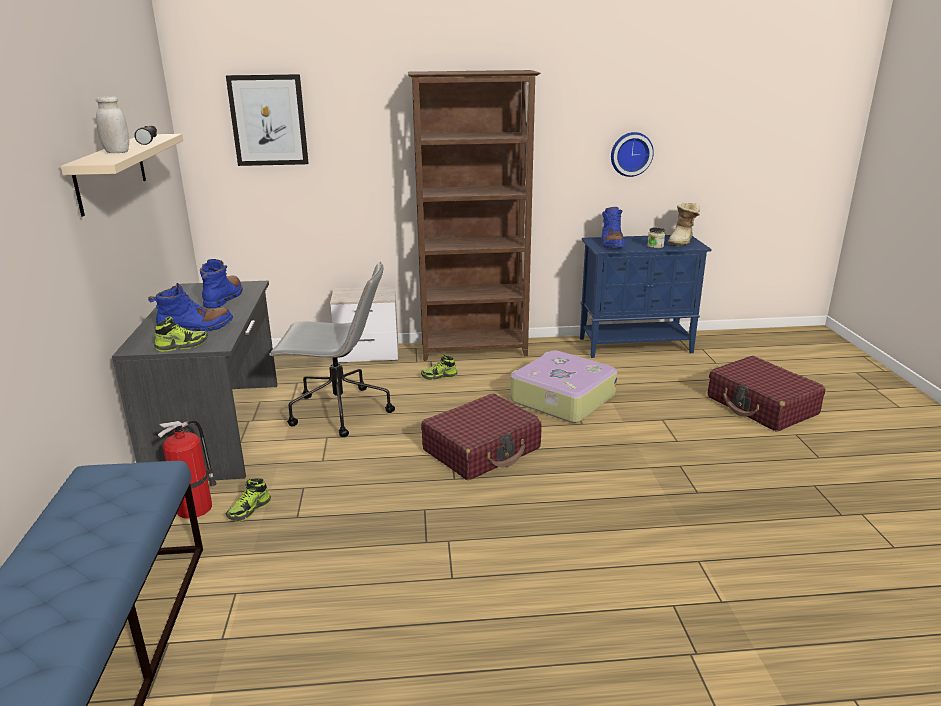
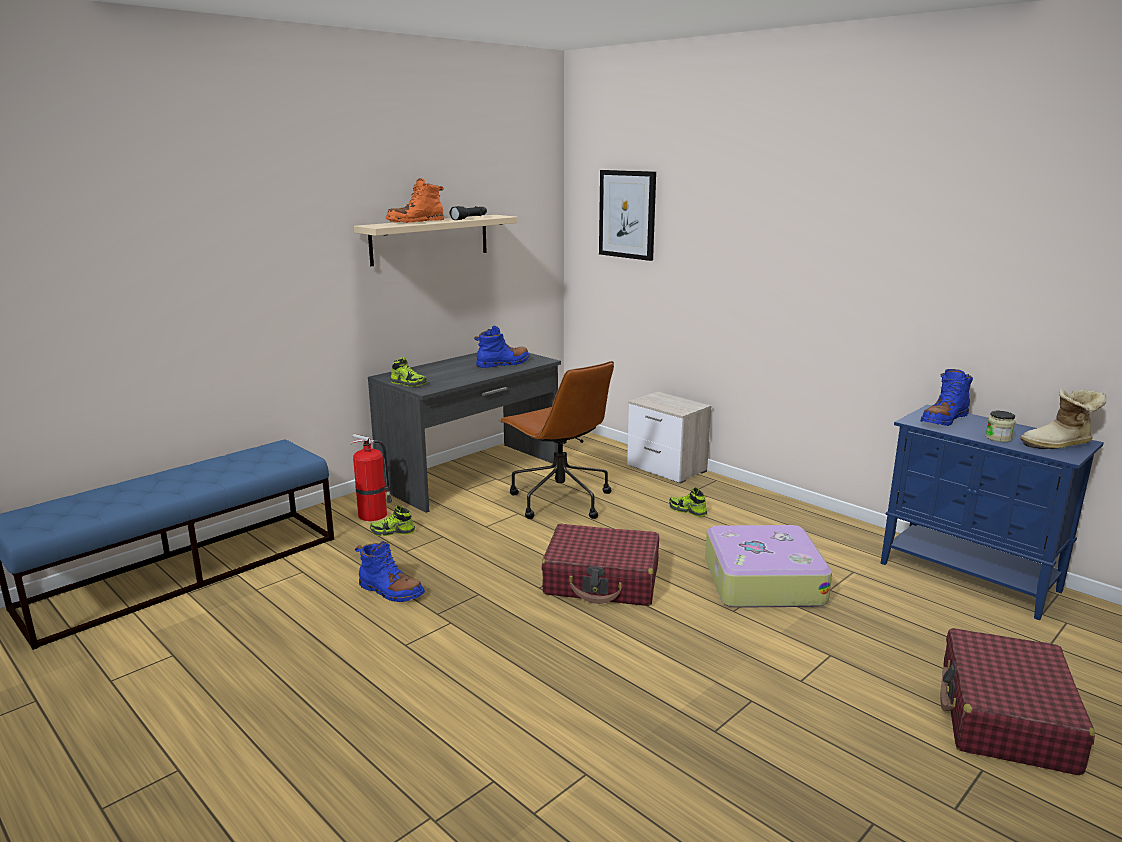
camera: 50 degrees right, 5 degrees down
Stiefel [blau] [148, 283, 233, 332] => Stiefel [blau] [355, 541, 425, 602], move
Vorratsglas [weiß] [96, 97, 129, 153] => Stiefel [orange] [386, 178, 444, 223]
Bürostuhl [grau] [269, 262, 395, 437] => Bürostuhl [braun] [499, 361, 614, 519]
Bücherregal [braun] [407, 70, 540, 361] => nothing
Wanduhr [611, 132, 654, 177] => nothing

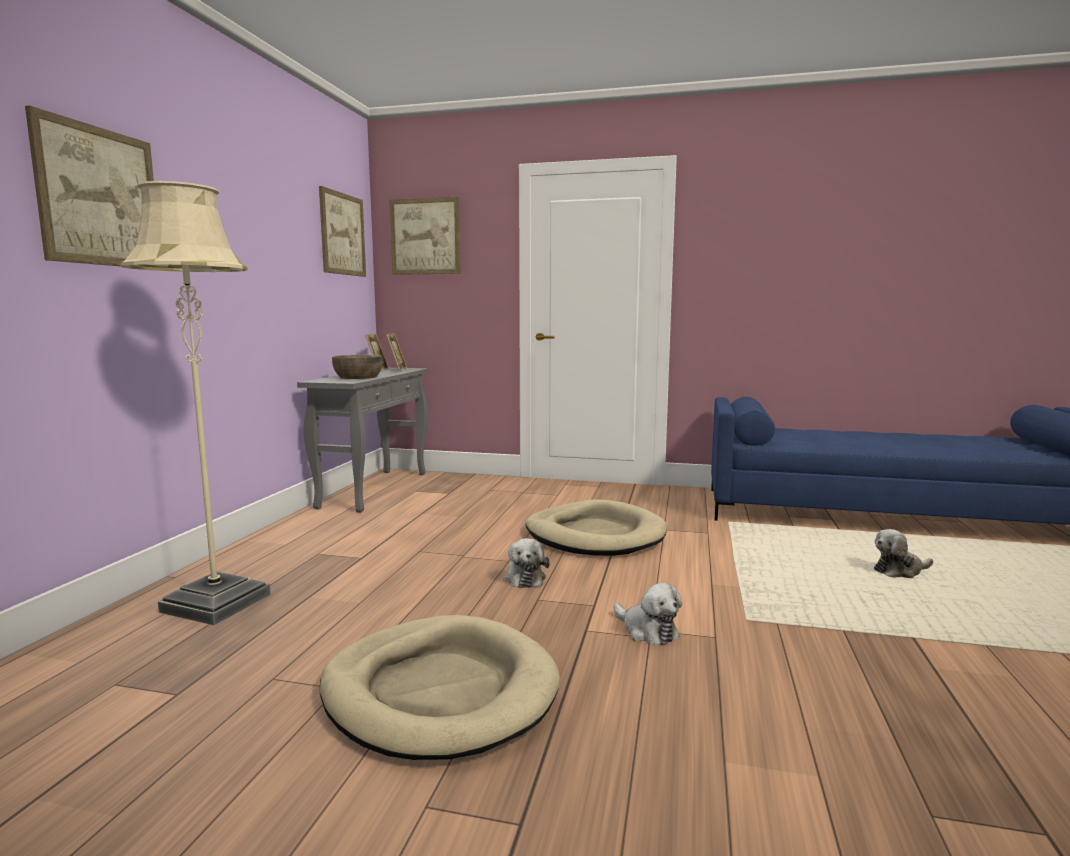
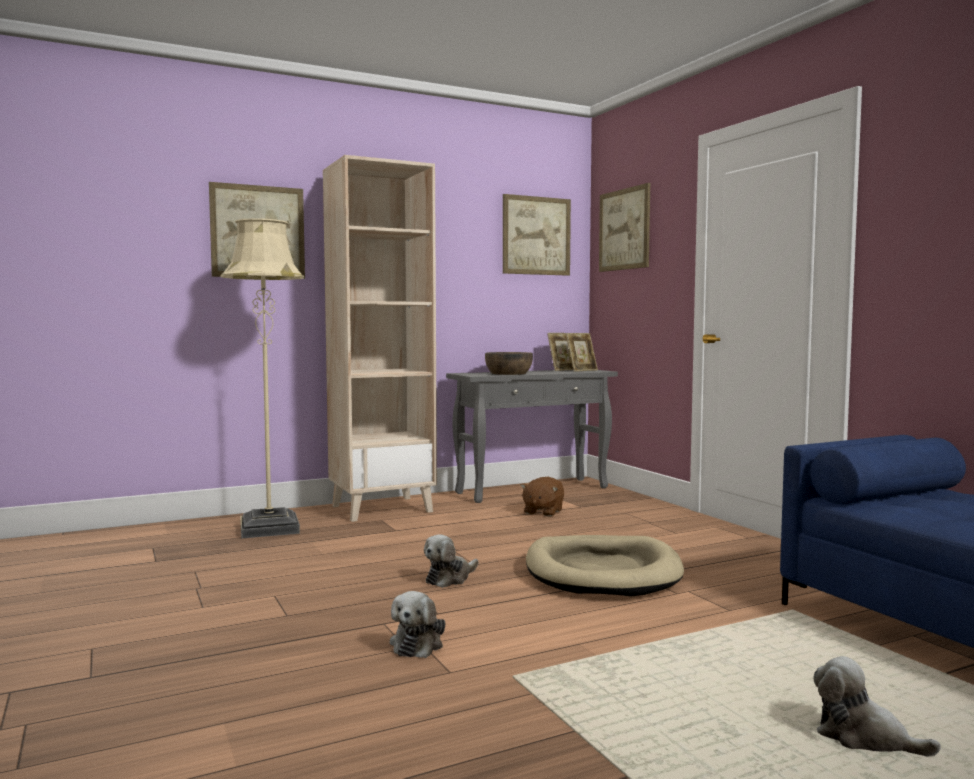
camera: 50 degrees right, 5 degrees down
nothing => Bücherregal [beige] [323, 155, 437, 522]
nothing => Plüschtier [braun] [520, 477, 564, 517]
Hundebett [beige] [320, 615, 560, 760] => nothing

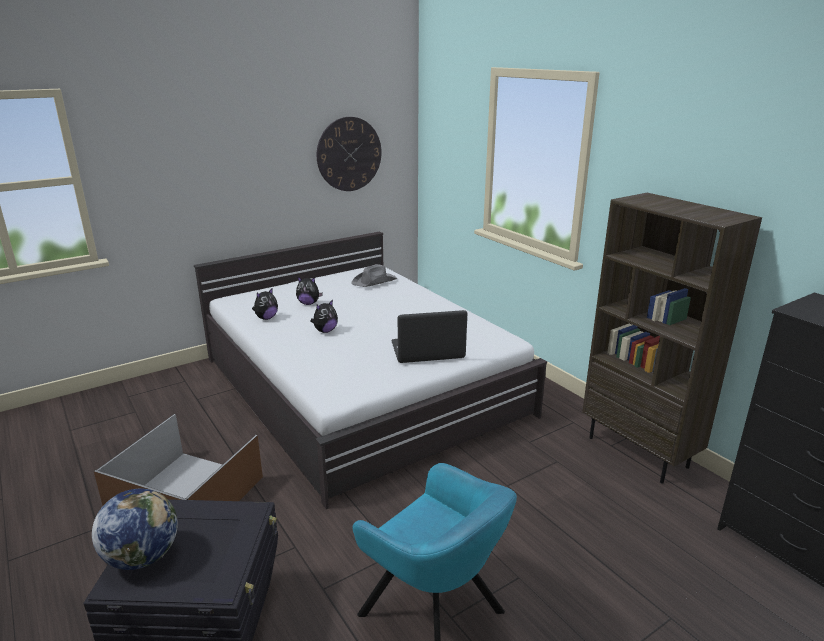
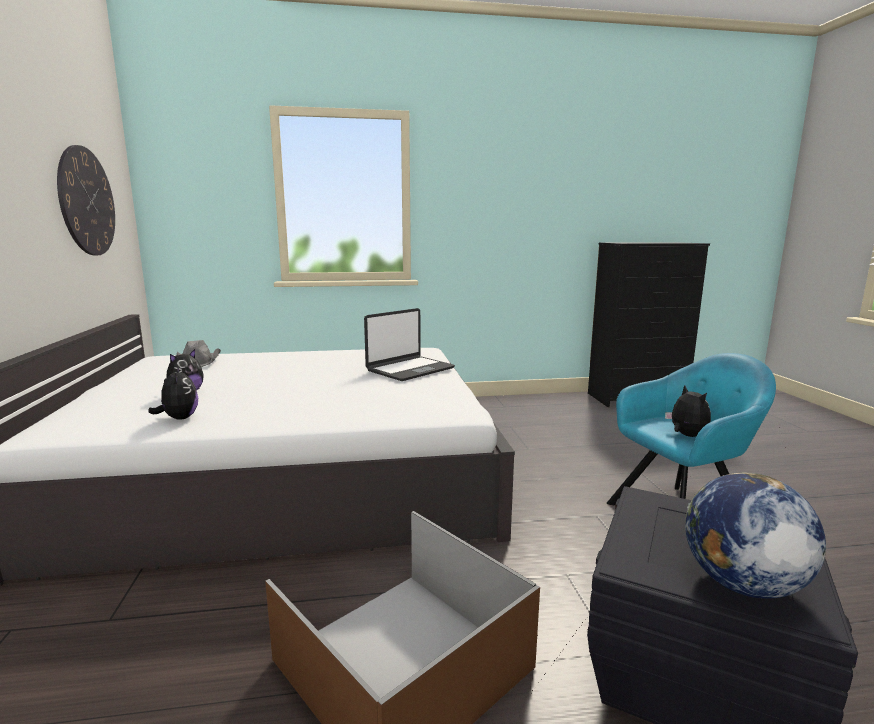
camera: 65 degrees left, 10 degrees down
Laptop [391, 310, 467, 363] => Laptop [364, 308, 455, 381], 150 degrees counterclockwise
Plüschtier [311, 300, 338, 333] => Plüschtier [665, 385, 711, 437], move
Bücherregal [braun] [582, 193, 762, 484] => nothing

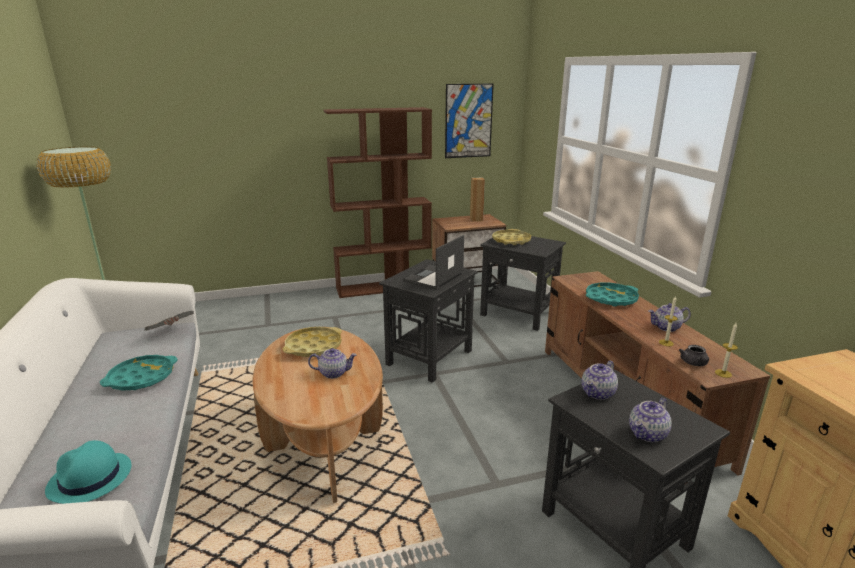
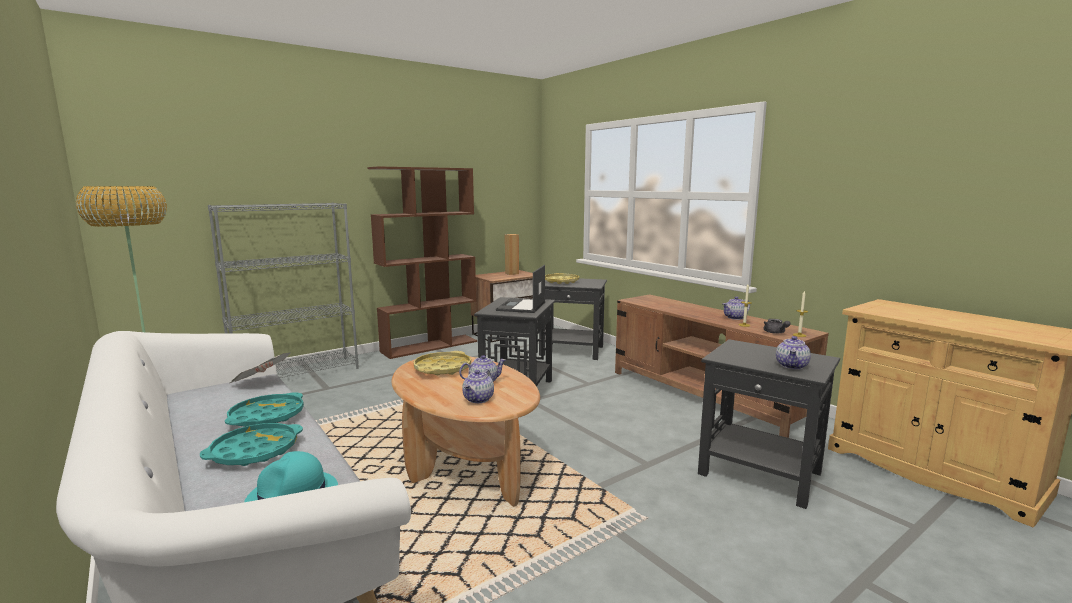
camera: 20 degrees left, 10 degrees down
Tablett [türkis] [586, 282, 639, 307] => Tablett [türkis] [200, 423, 303, 466], move
nothing => Bücherregal [grau] [208, 202, 359, 378]
Teekanne [582, 361, 618, 400] => Teekanne [462, 369, 494, 403], move
Bild [445, 84, 494, 158] => nothing

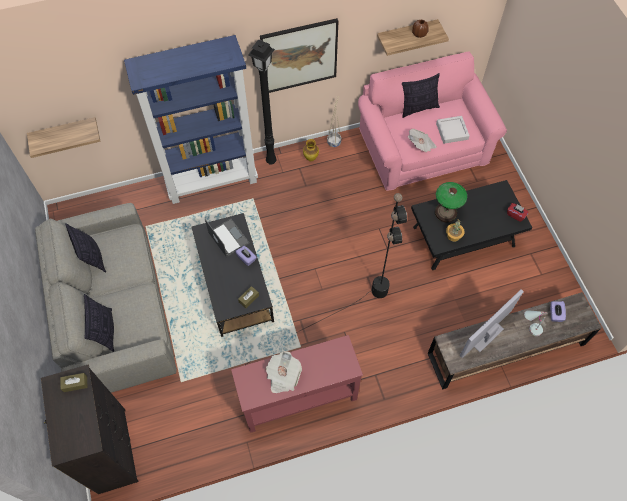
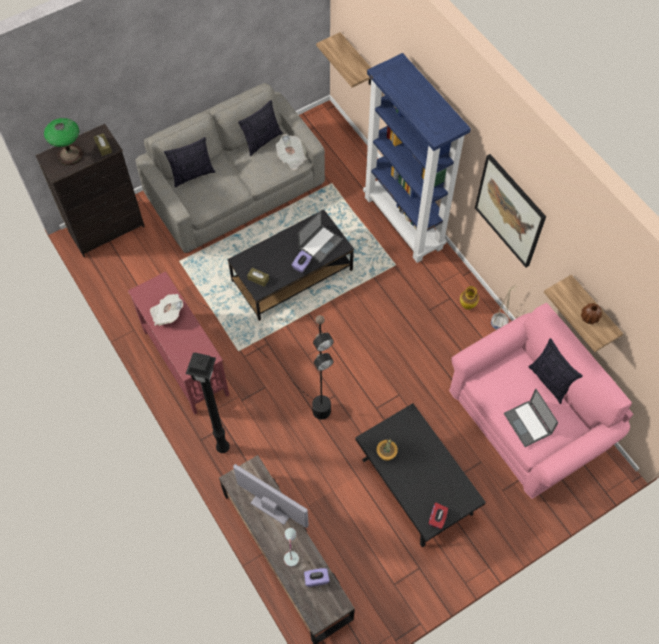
camera: 75 degrees right, 0 degrees up
Tischlampe [435, 182, 467, 223] => Tischlampe [44, 118, 83, 165], move
Stehlampe [schwarz] [248, 39, 277, 165] => Stehlampe [schwarz] [186, 352, 230, 453], move
Zeitung [408, 129, 437, 152] => Zeitung [276, 134, 307, 170], move
Tablett [grau] [436, 116, 470, 144] => Laptop [504, 389, 558, 447]

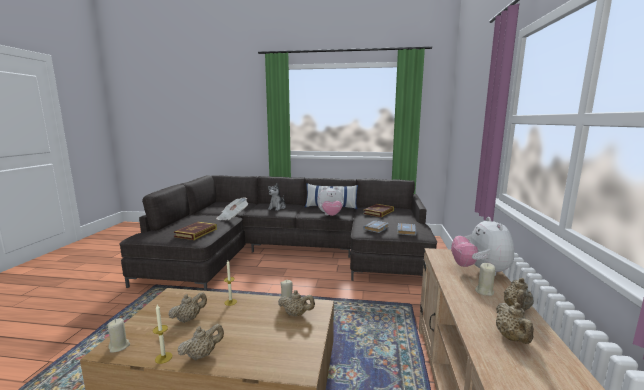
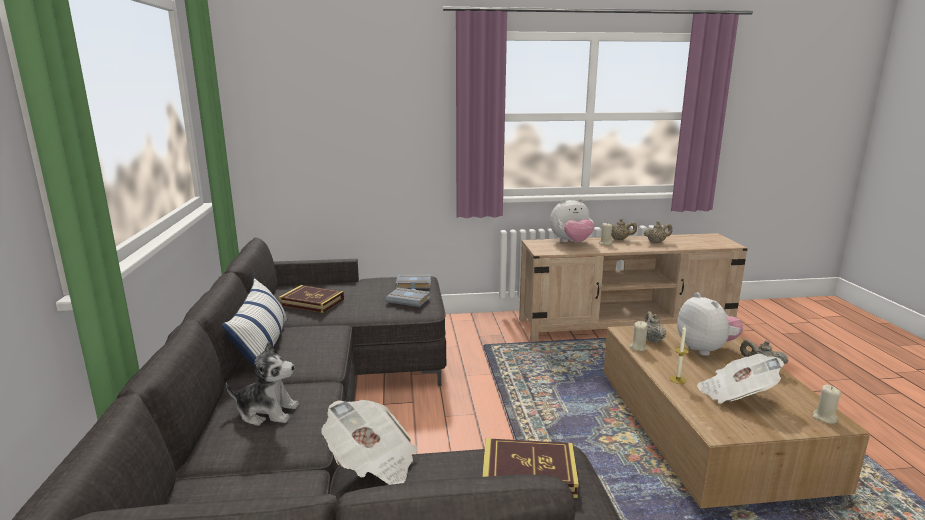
camera: 105 degrees left, 5 degrees up
Plüschtier [317, 187, 344, 216] => Plüschtier [677, 292, 743, 356], move
Teekanne [beige] [168, 292, 207, 323] => Zeitung [697, 354, 785, 404]
Kerze [153, 305, 173, 364] => nothing

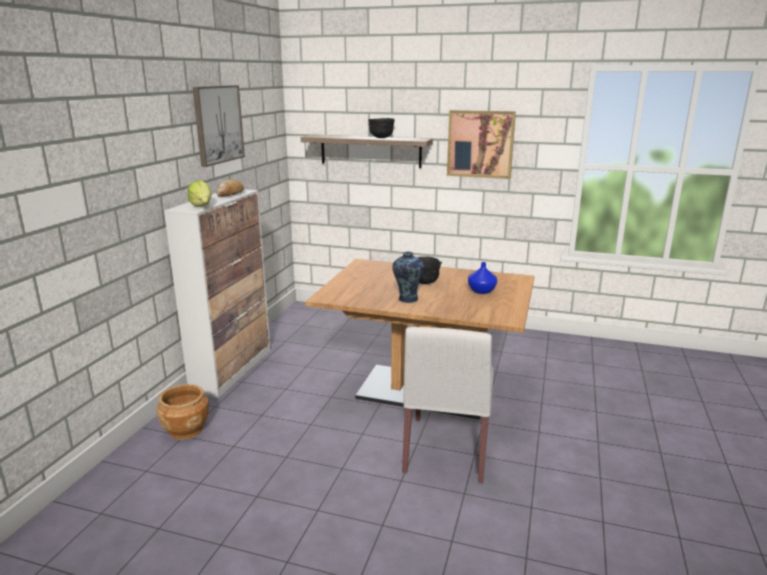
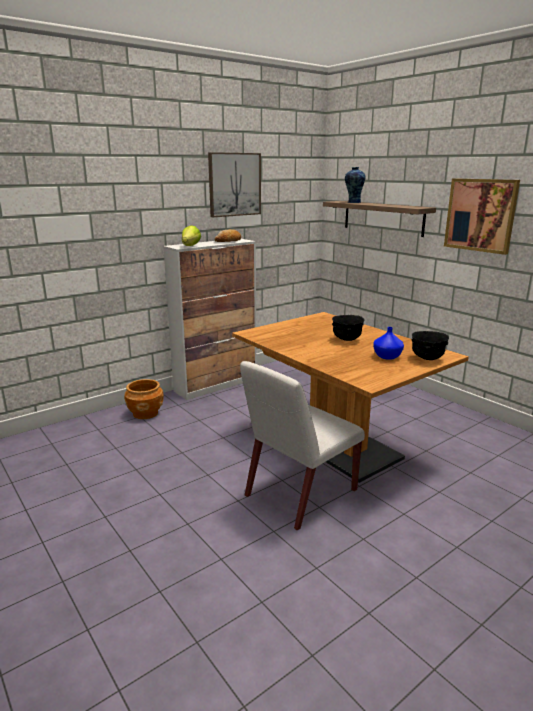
camera: 35 degrees right, 0 degrees up
Vase [392, 251, 424, 303] => Vase [345, 167, 365, 203], move
Schüssel [schwarz] [368, 118, 395, 138] => Schüssel [schwarz] [411, 331, 449, 360], move

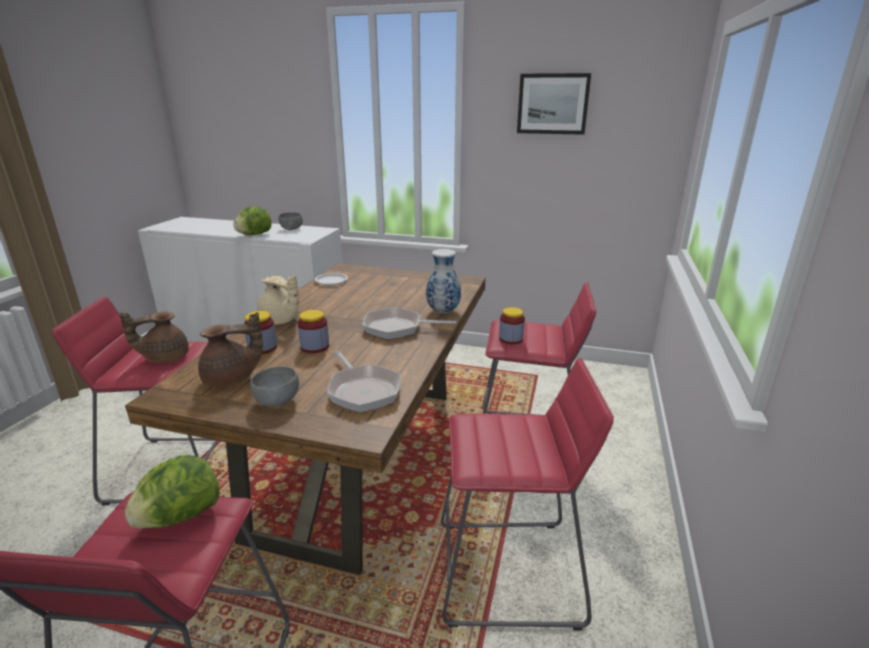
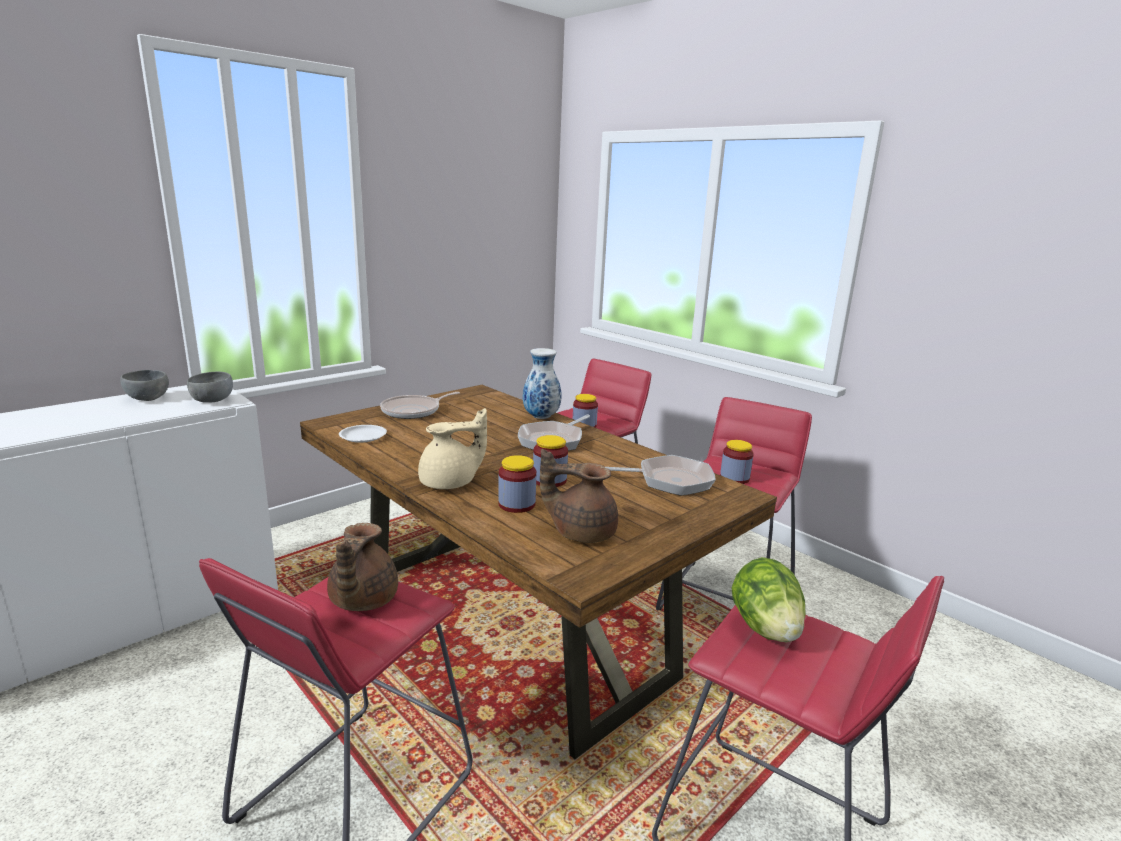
camera: 60 degrees left, 5 degrees down
Schüssel [grau] [250, 366, 299, 407] => Schüssel [grau] [187, 372, 233, 403], move
nothing => Pfanne [380, 392, 460, 419]
Teekanne [braun] [198, 312, 263, 387] => Teekanne [braun] [540, 449, 618, 543], 90 degrees counterclockwise
nothing => Vorratsglas [720, 440, 754, 484]
Salatkopf [233, 206, 272, 235] => nothing
Bild [517, 73, 591, 135] => nothing

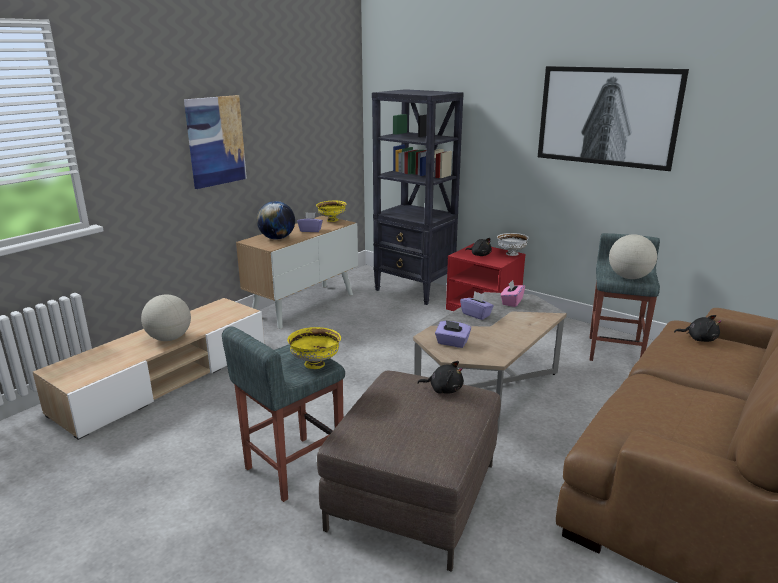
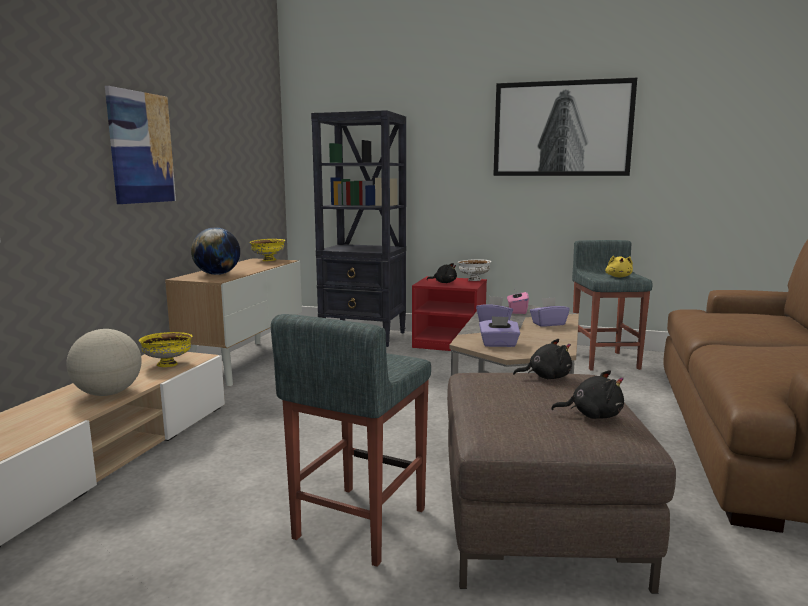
camera: 20 degrees left, 10 degrees down
Schüssel [gelb] [287, 327, 341, 369] => Schüssel [gelb] [139, 332, 193, 367], move
Taschentuchbox [lila] [297, 212, 323, 232] => Taschentuchbox [lila] [530, 297, 570, 327], move
Plüschtier [schwarz] [674, 315, 721, 342] => Plüschtier [schwarz] [551, 370, 624, 419], move
Globus [609, 234, 657, 279] => Plüschtier [gelb] [605, 255, 633, 277]

